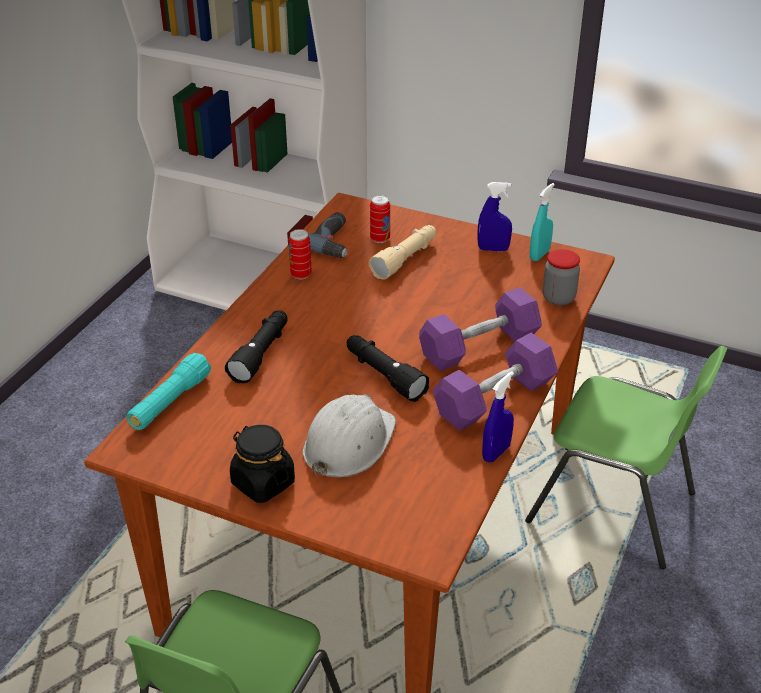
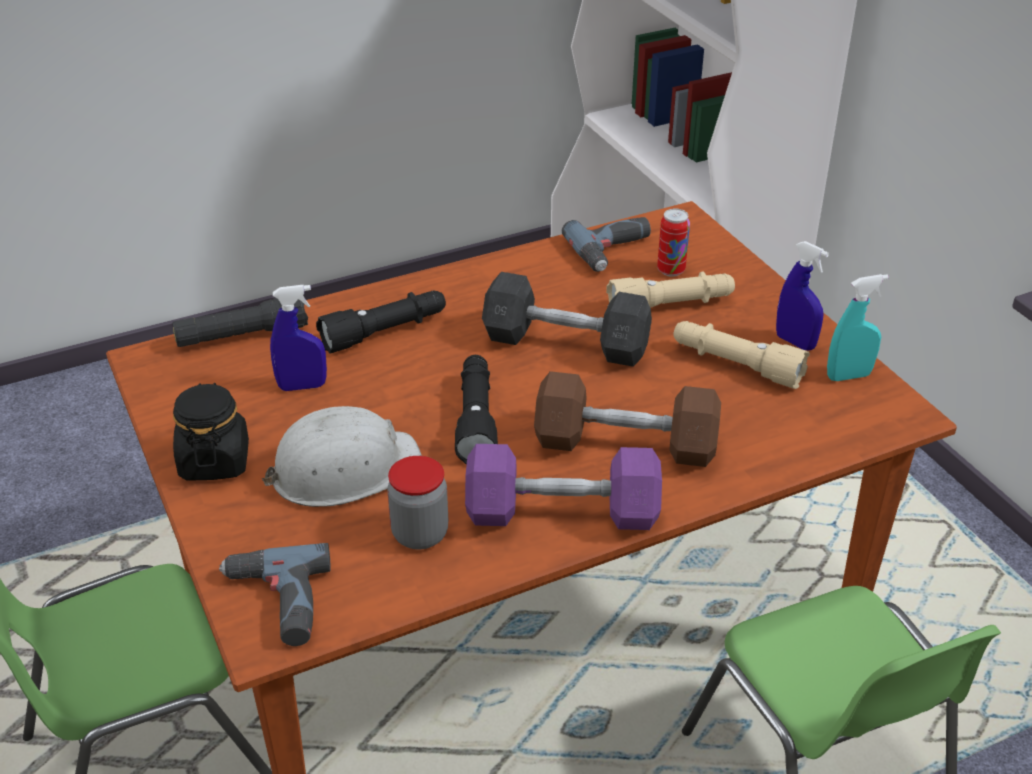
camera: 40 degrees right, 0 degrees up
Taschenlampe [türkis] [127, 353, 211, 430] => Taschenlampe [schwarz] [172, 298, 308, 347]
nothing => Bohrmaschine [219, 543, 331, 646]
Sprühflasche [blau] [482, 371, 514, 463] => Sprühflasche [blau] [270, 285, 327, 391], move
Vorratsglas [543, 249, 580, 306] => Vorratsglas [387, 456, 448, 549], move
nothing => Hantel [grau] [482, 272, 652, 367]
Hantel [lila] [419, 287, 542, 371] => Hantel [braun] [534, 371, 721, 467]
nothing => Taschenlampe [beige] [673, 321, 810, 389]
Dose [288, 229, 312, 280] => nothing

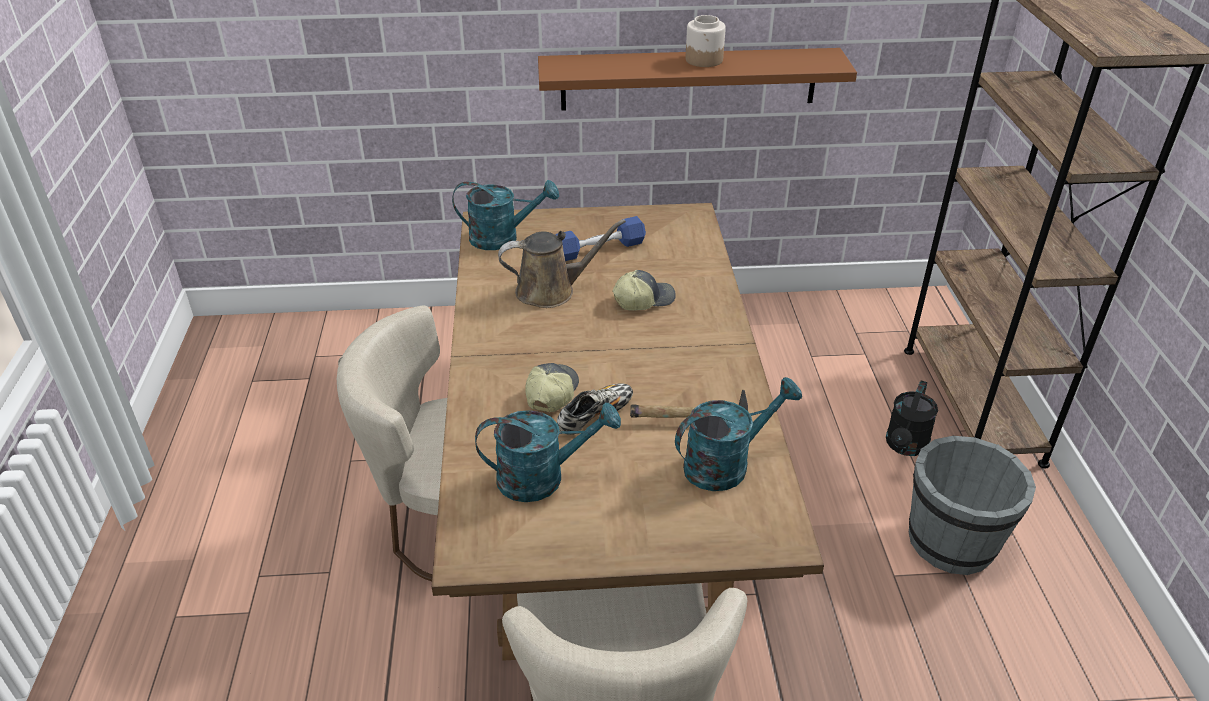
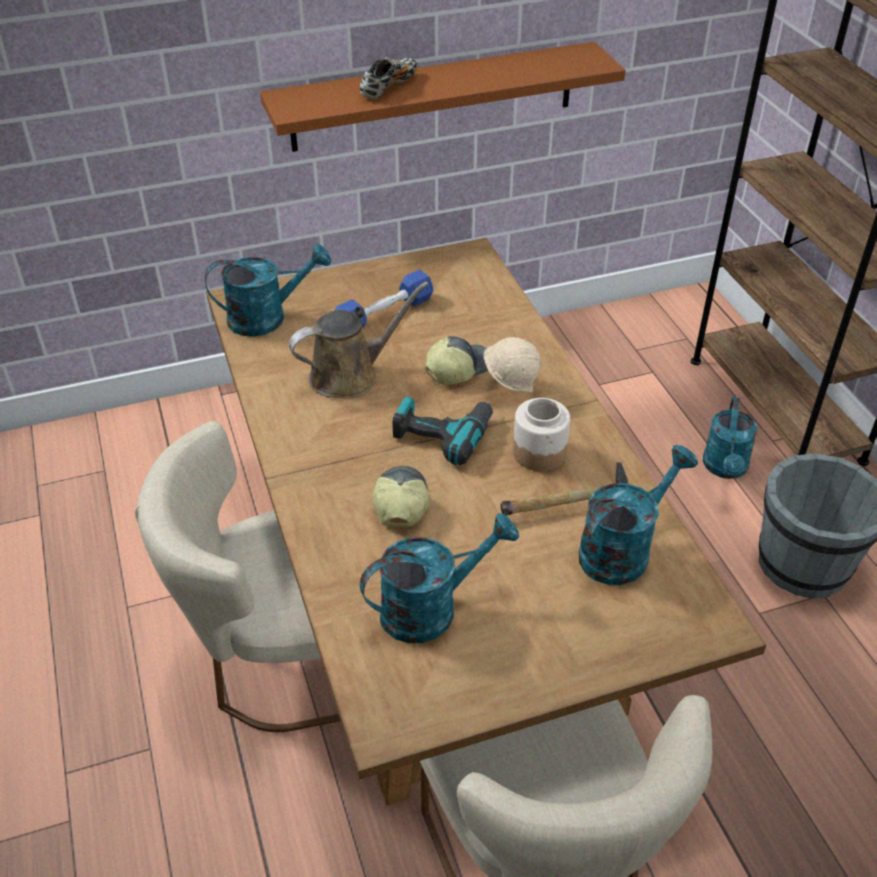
camera: 15 degrees left, 5 degrees up
Schuh [557, 384, 633, 435] => Schuh [360, 57, 417, 99], move
nothing => Bohrmaschine [393, 396, 493, 465]
nothing => Schutzhelm [beige] [484, 337, 542, 393]
Vorratsglas [685, 15, 726, 67] => Vorratsglas [513, 398, 570, 471], move
Gießkanne [schwarz] [886, 380, 938, 456] => Gießkanne [türkis] [703, 397, 758, 479]

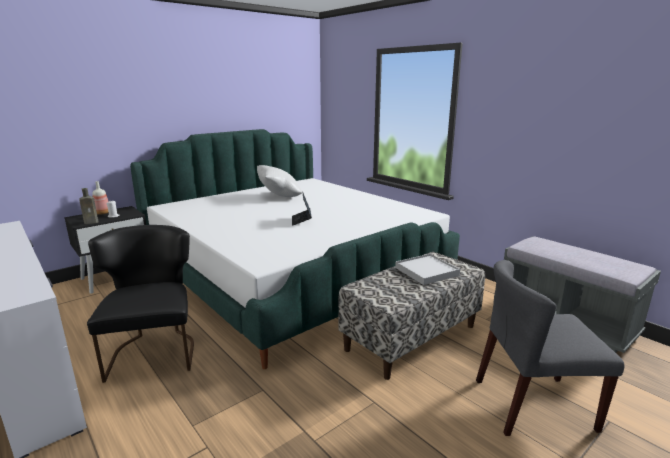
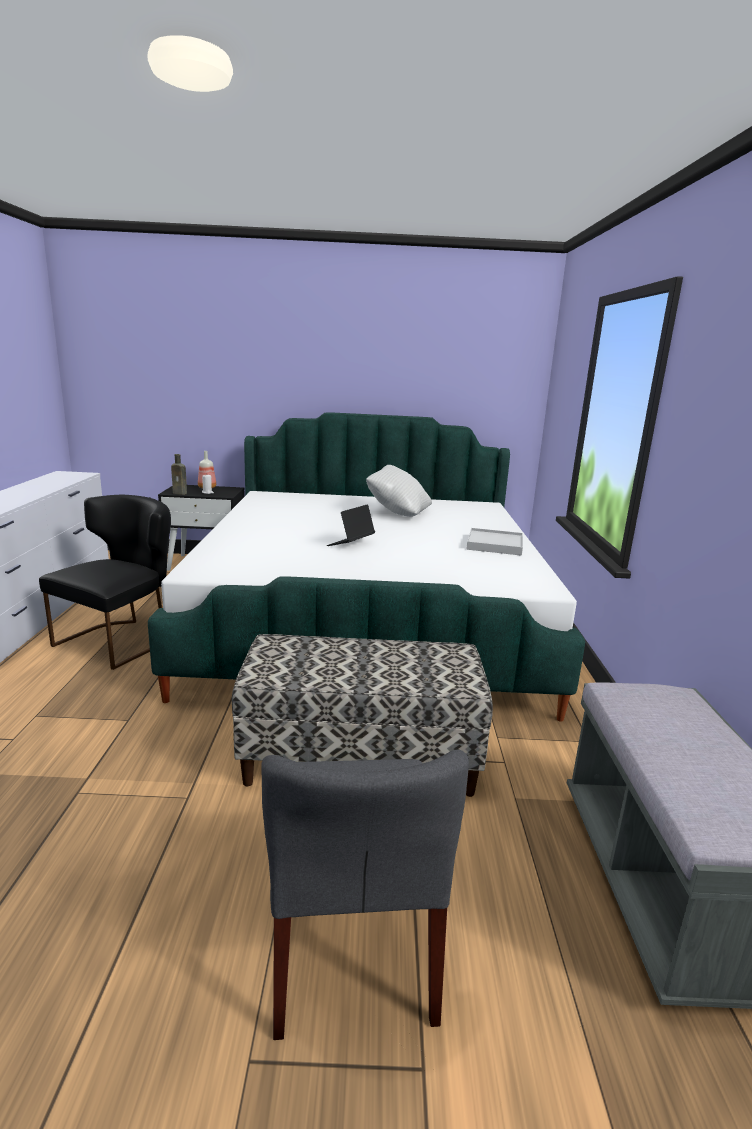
camera: 40 degrees right, 0 degrees up
Stuhl [grau] [476, 260, 624, 436] => Stuhl [grau] [261, 750, 469, 1040], 135 degrees counterclockwise
Tablett [weiß] [395, 254, 460, 285] => Tablett [weiß] [467, 528, 523, 556], move

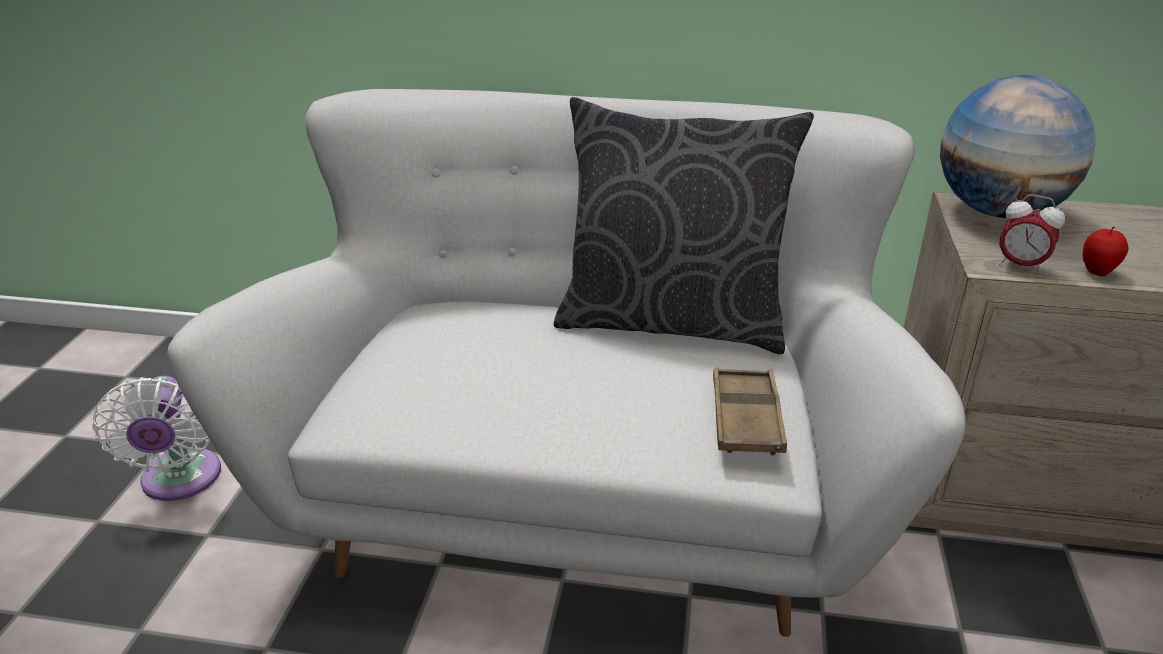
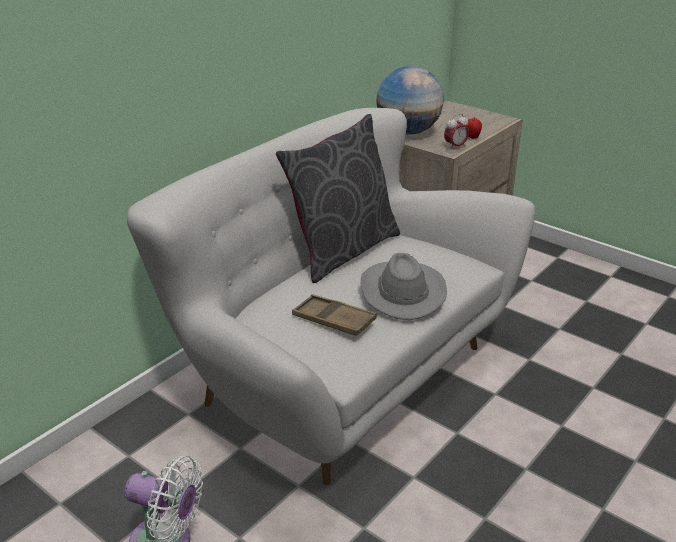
camera: 60 degrees left, 0 degrees up
Tablett [braun] [713, 368, 787, 455] => Tablett [braun] [292, 294, 377, 336], move
nothing => Hut [grau] [361, 253, 447, 320]

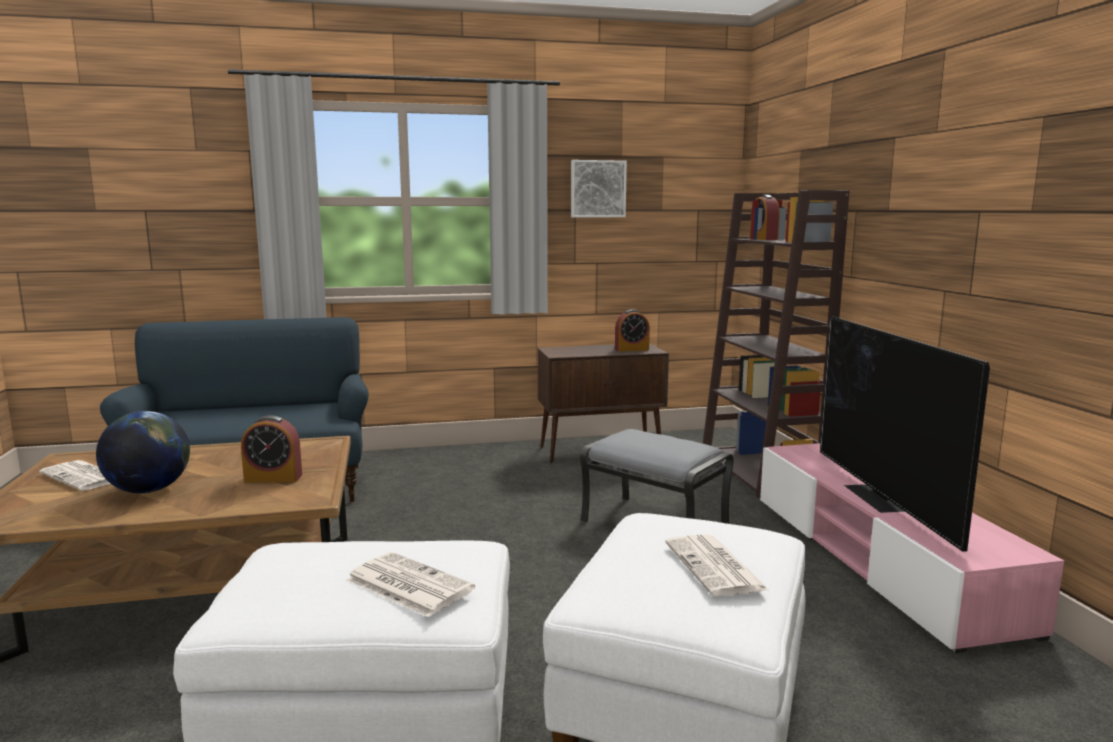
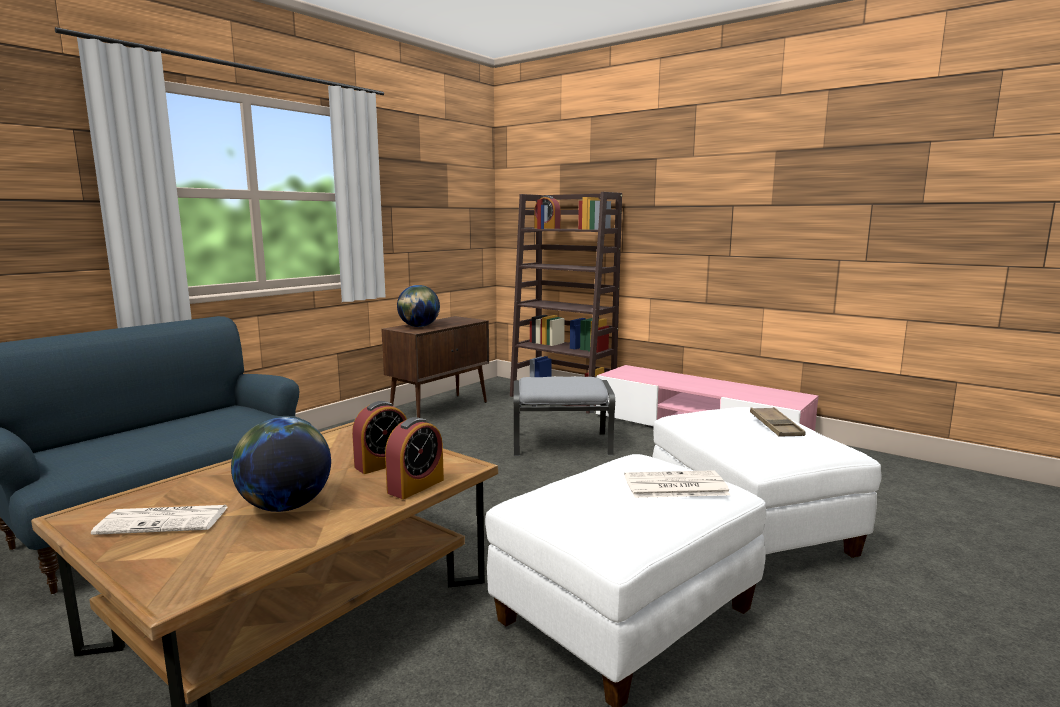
camera: 40 degrees left, 0 degrees up
Wecker [615, 309, 650, 352] => Wecker [385, 417, 444, 499], move
nothing => Globus [397, 285, 440, 327]
Zeitung [665, 534, 770, 596] => Tablett [braun] [750, 407, 806, 437]
Bild [571, 160, 627, 217] => nothing
Fernseher [820, 316, 990, 552] => nothing

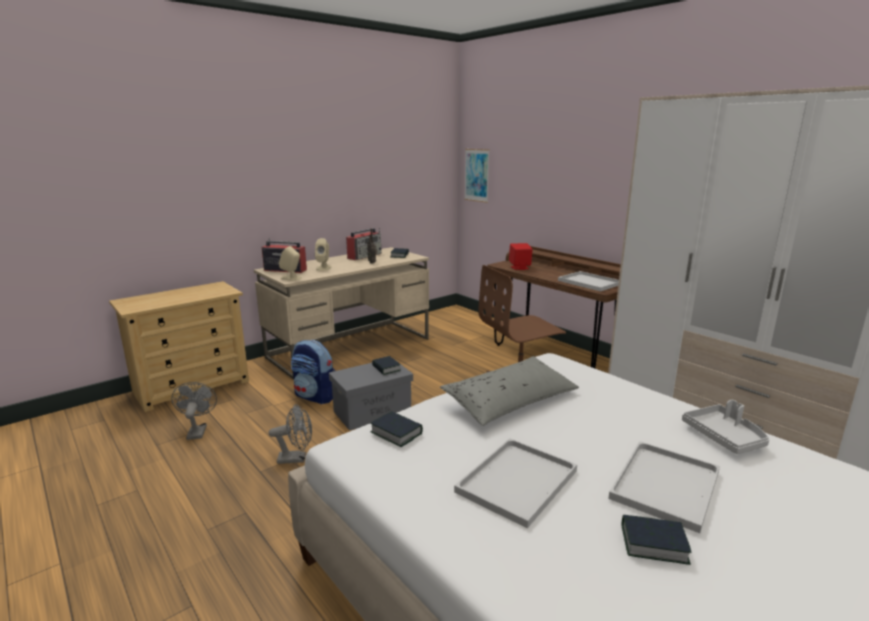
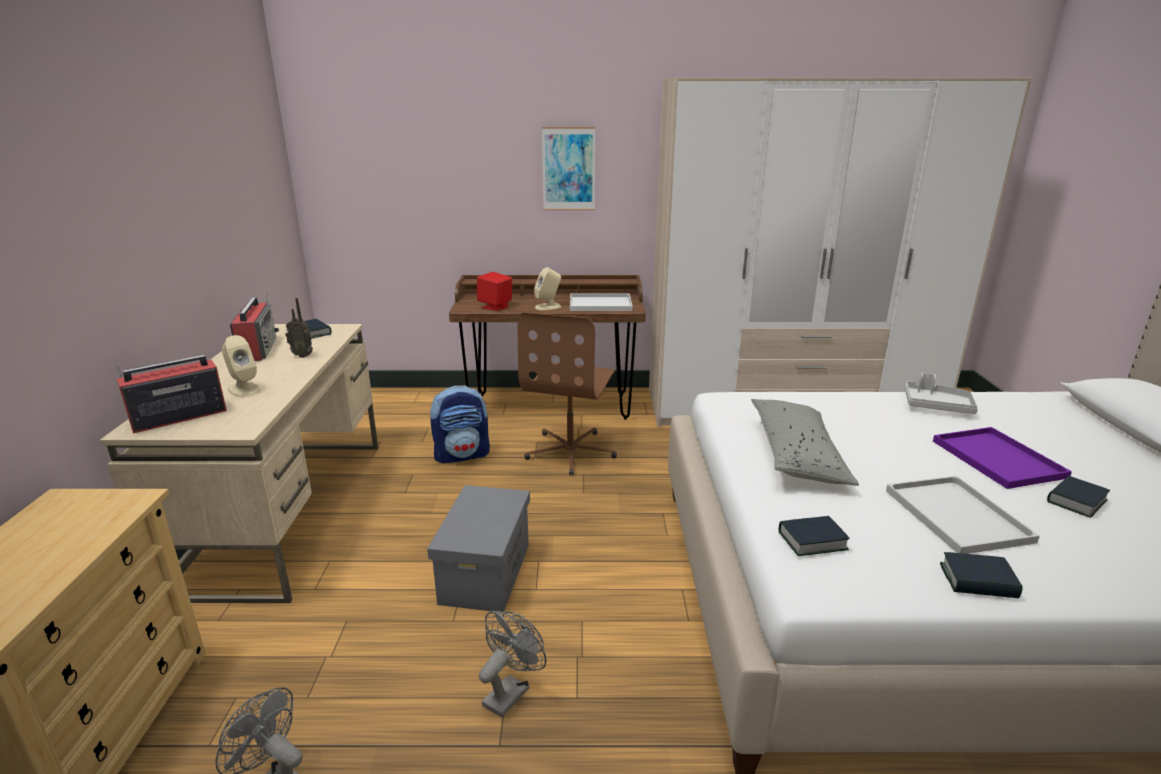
camera: 50 degrees left, 5 degrees up
Rucksack [291, 340, 335, 404] => Rucksack [430, 385, 490, 463], move
Lautsprecher [beige] [279, 246, 302, 281] => Lautsprecher [beige] [534, 267, 561, 310], move
Bild [464, 149, 490, 203] => Bild [542, 127, 595, 210], move
Tablett [weiß] [608, 441, 720, 533] => Tablett [lila] [933, 427, 1072, 489]
Buch [372, 356, 401, 375] => Buch [940, 552, 1023, 598], move

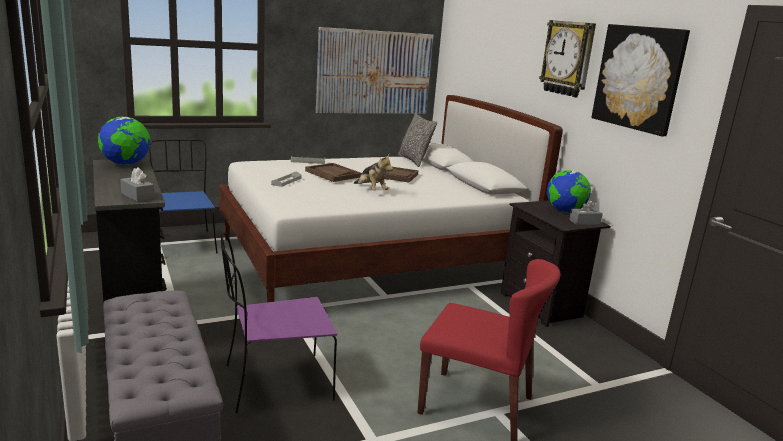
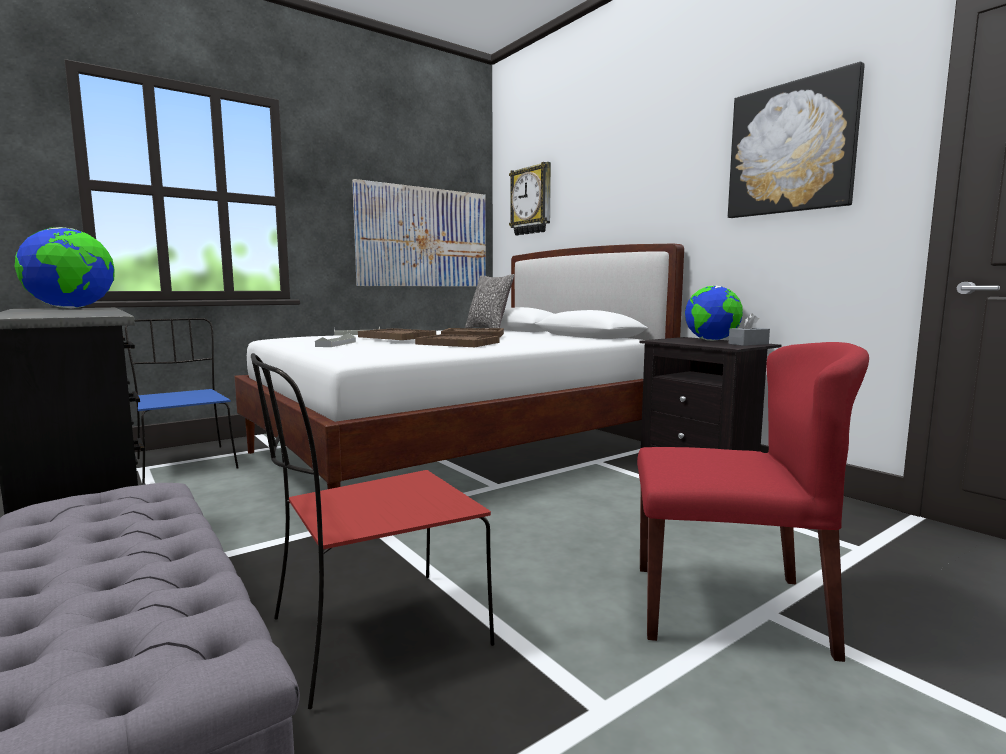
camera: 10 degrees left, 10 degrees down
Stuhl [lila] [221, 232, 337, 413] => Stuhl [rot] [251, 353, 494, 709]
Plüschtier [354, 155, 393, 190] => Tablett [braun] [415, 334, 499, 347]
Wanduhr [539, 20, 596, 97] => Wanduhr [509, 162, 551, 235], move
Taschentuchbox [grau] [120, 167, 155, 202] => nothing

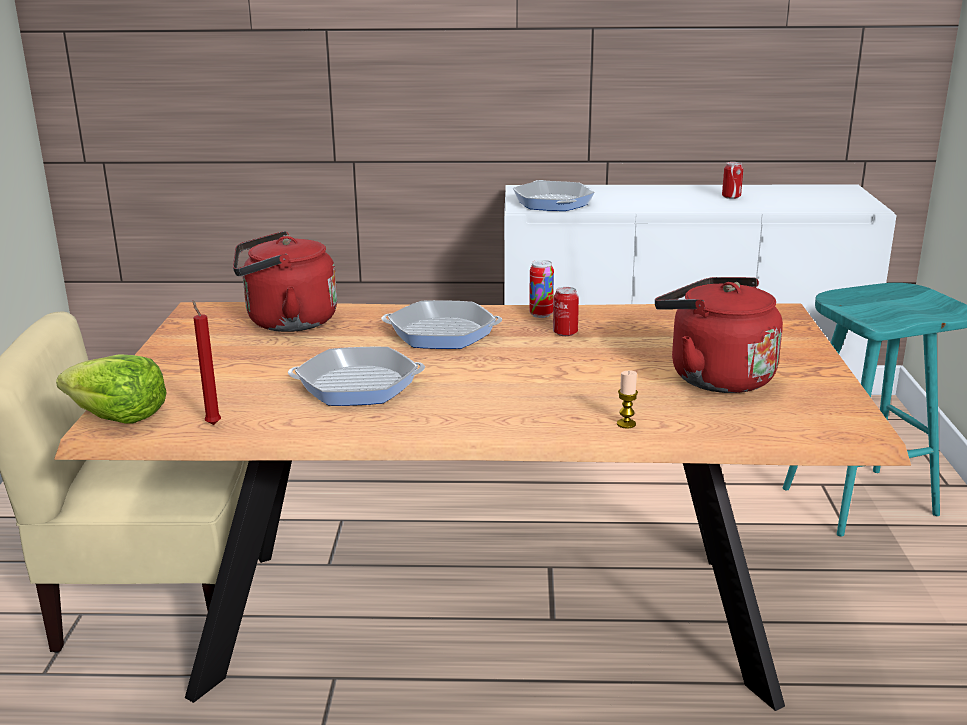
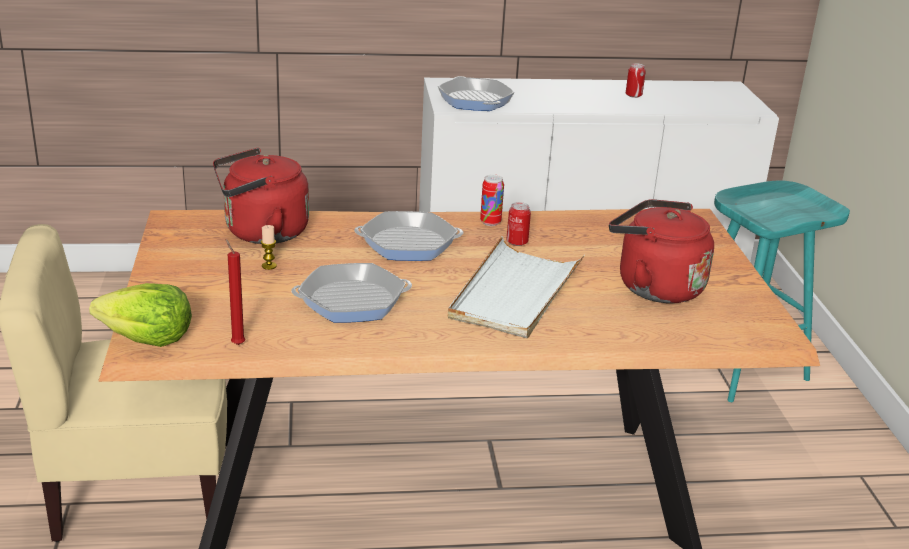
camera: 10 degrees left, 5 degrees up
Kerze [617, 371, 638, 429] => Kerze [261, 225, 277, 270], move
nothing => Tablett [weiß] [448, 236, 585, 338]

